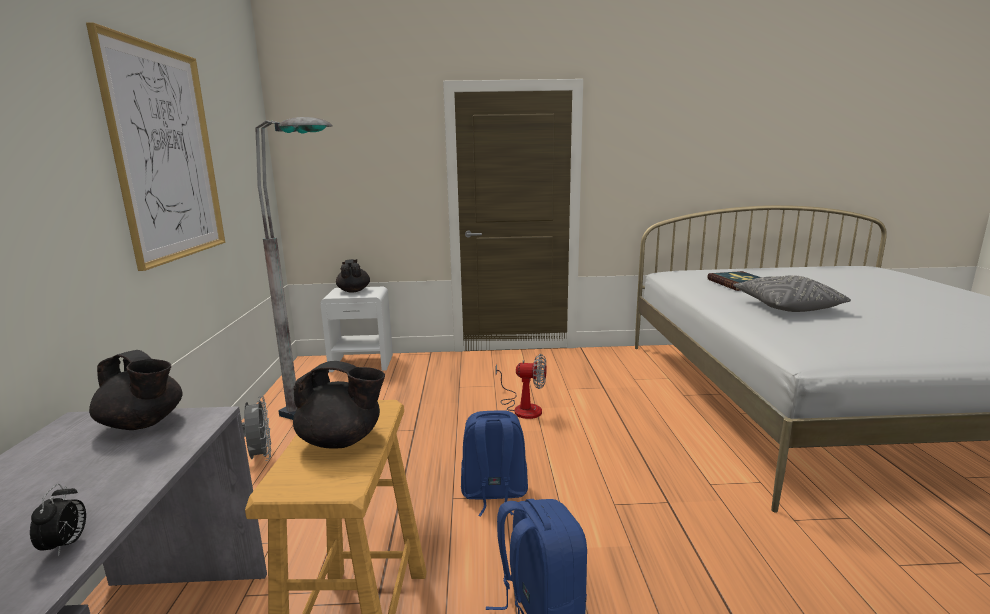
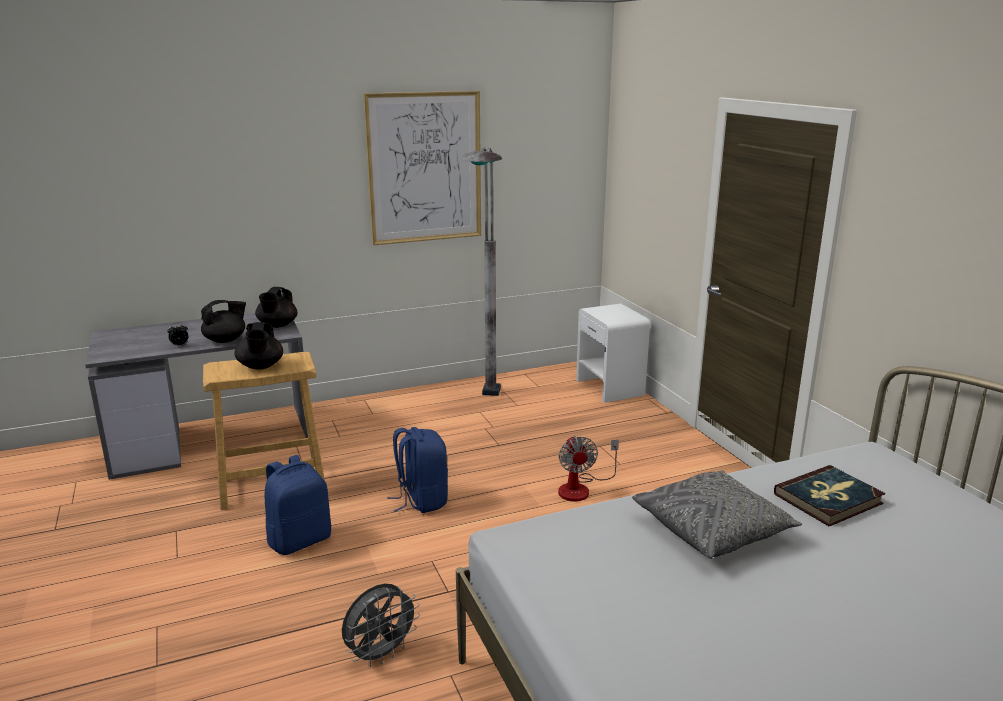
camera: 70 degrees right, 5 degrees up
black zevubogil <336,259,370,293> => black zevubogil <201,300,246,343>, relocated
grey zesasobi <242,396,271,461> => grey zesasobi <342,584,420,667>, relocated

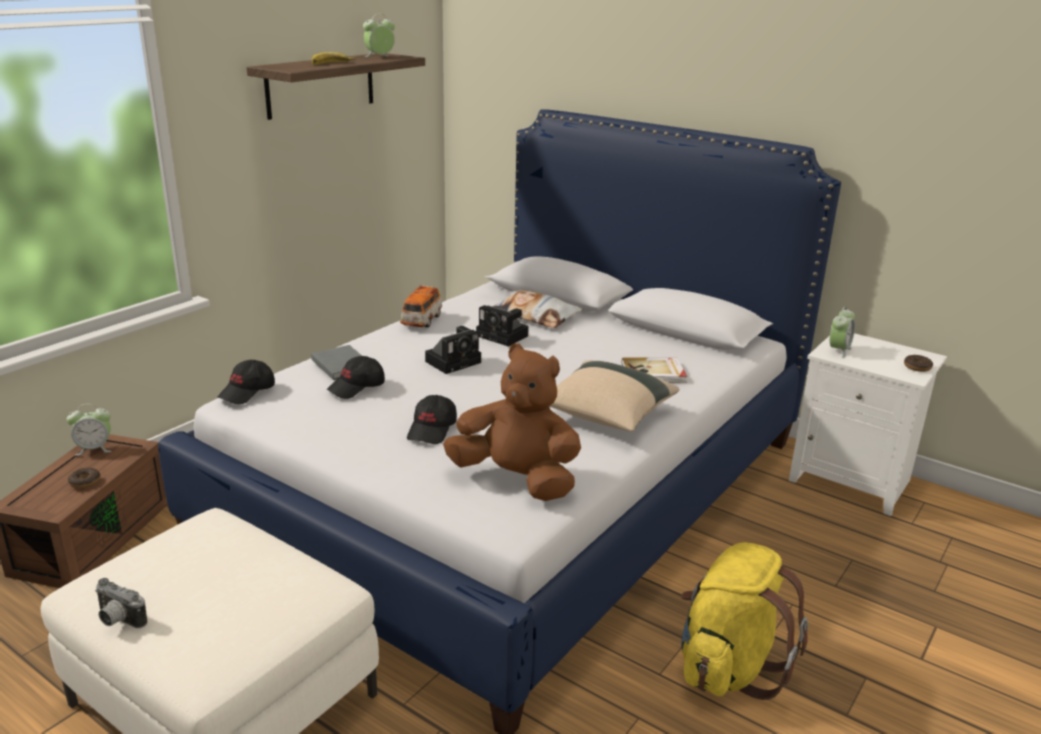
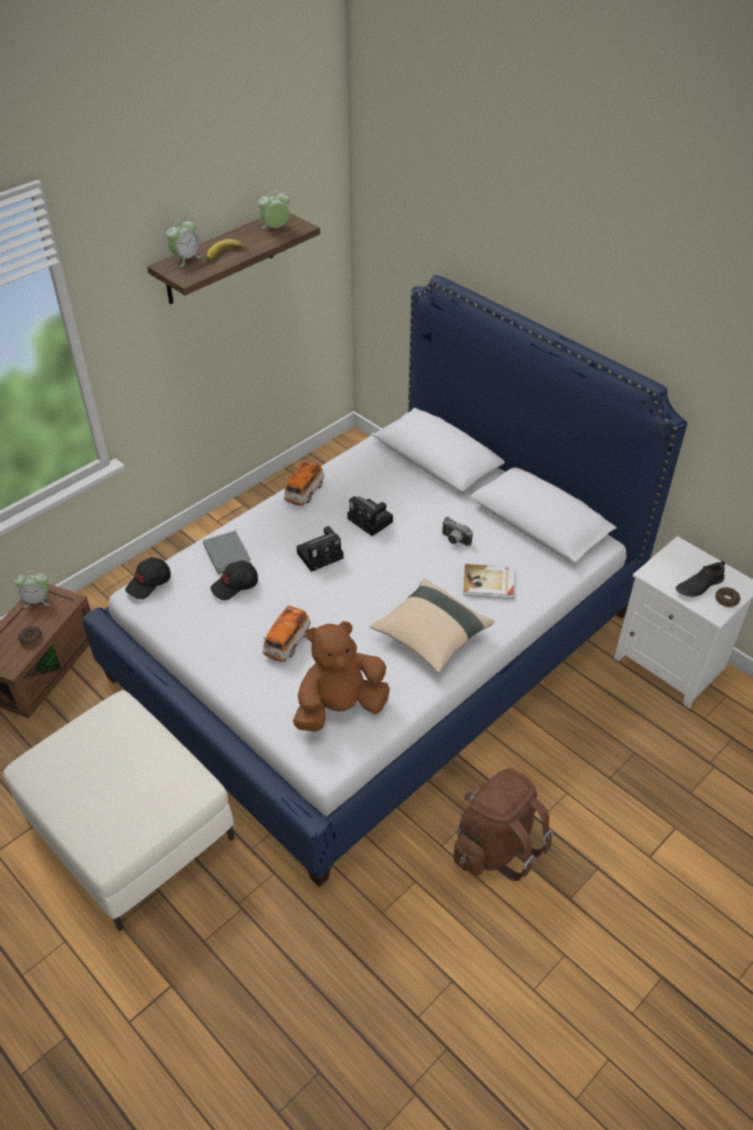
camera: 10 degrees right, 20 degrees up
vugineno <492,290,582,328> => nothing
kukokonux <830,306,855,358> => kukokonux <166,218,202,267>, relocated
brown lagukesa <443,344,581,501> => brown lagukesa <293,621,390,732>, 60 degrees counterclockwise
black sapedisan <407,395,457,444> => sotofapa <263,606,311,662>
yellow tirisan <681,543,808,700> => brown tirisan <453,768,553,881>
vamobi <95,578,147,628> => vamobi <442,517,473,546>, relocated
nothing => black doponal <675,561,725,597>

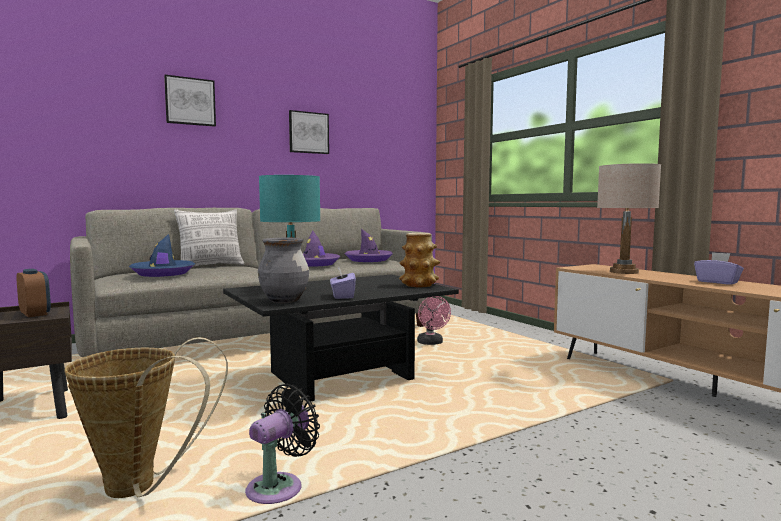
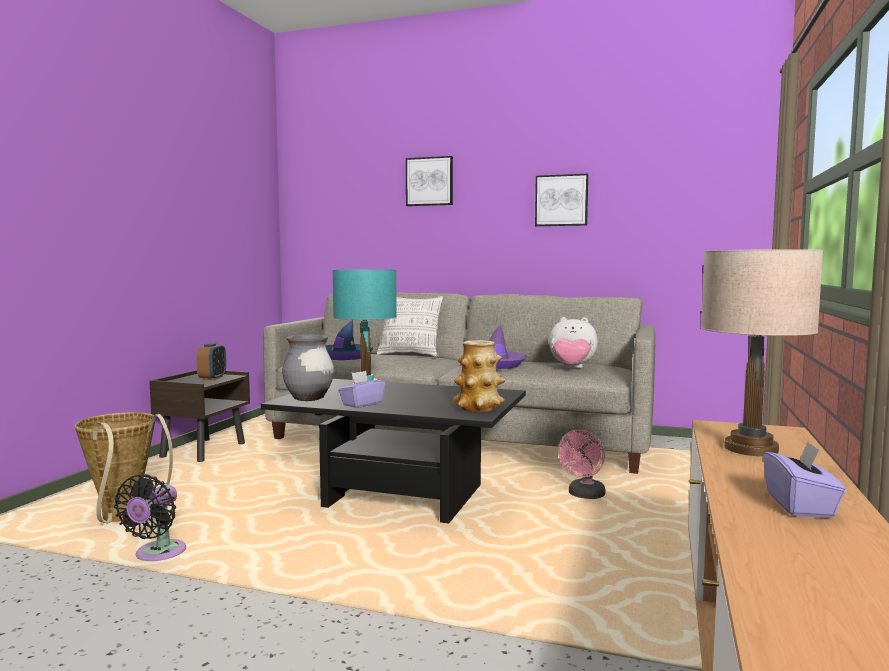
camera: 50 degrees right, 0 degrees up
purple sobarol <345,229,393,262> => lagukesa <549,317,598,368>
black zesasobi <245,384,320,504> => black zesasobi <114,474,186,561>, 105 degrees clockwise

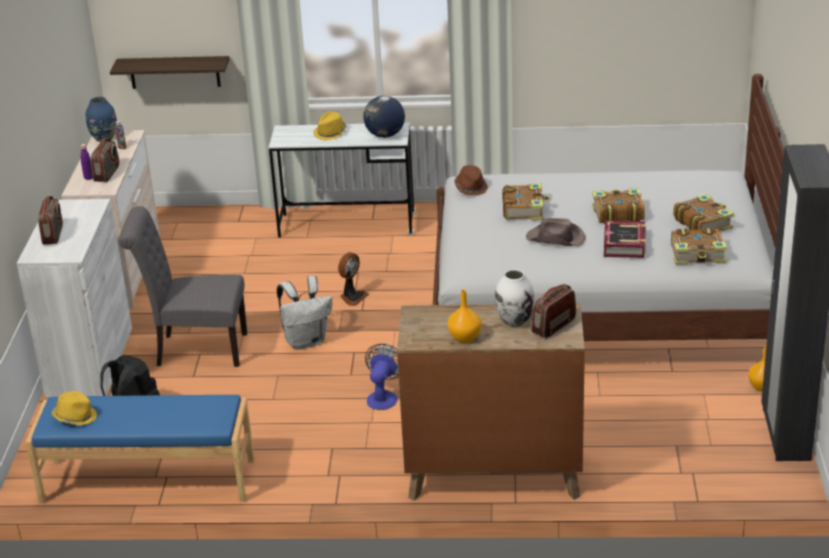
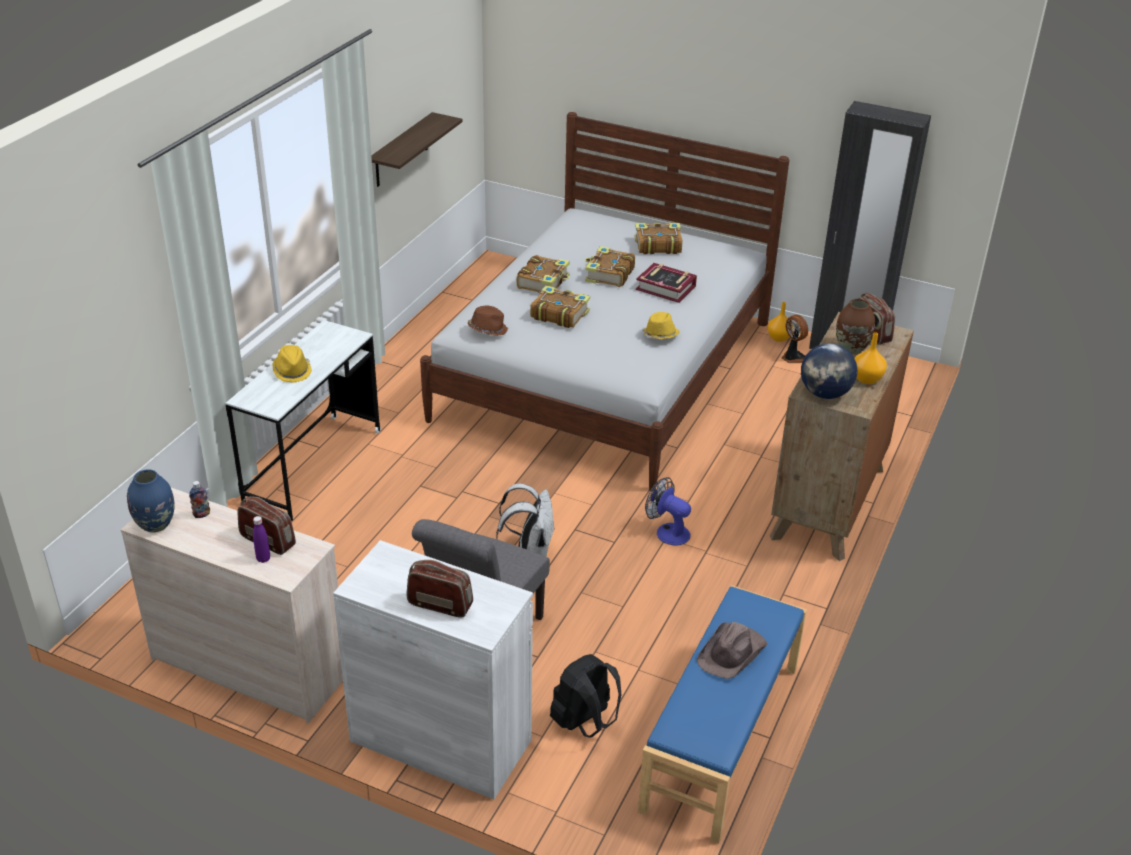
camera: 70 degrees left, 5 degrees up
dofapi <110,56,230,89> => dofapi <371,112,462,187>, relocated
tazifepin <363,96,405,138> => tazifepin <801,343,857,399>, relocated
brown sobarol <526,218,586,246> => brown sobarol <697,622,768,679>, relocated
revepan <671,228,727,265> => revepan <517,255,570,293>, relocated
zesasobi <338,252,369,306> => zesasobi <781,315,808,363>, relocated
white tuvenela <495,269,534,327> => brown tuvenela <836,299,875,354>
yellow sobarol <52,391,97,425> => yellow sobarol <642,312,680,339>, relocated

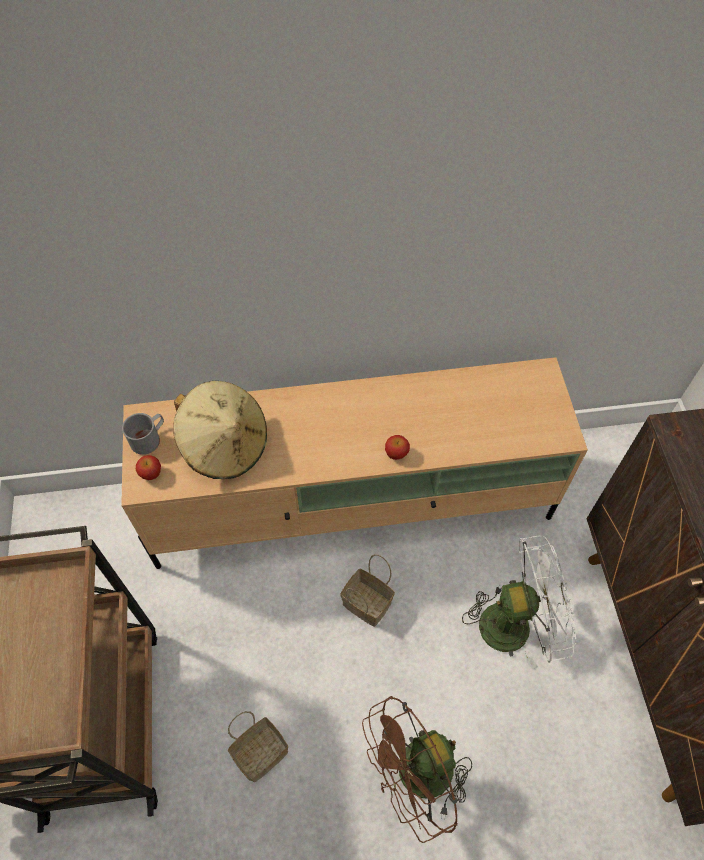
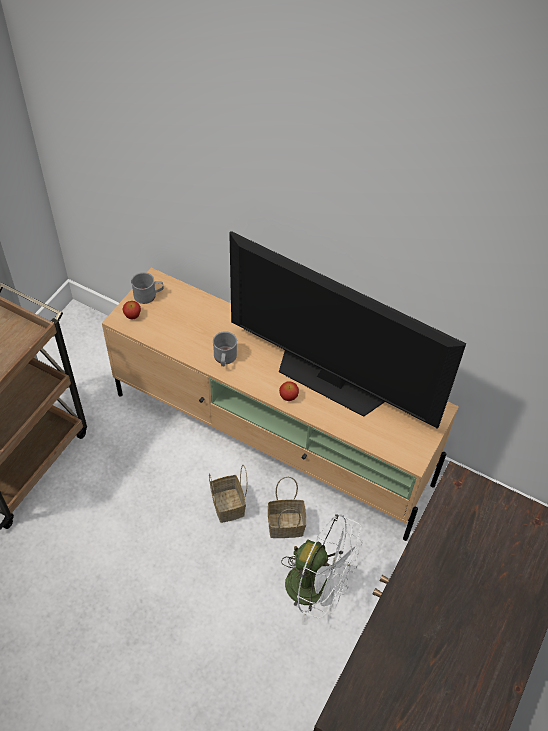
camera: 35 degrees right, 5 degrees down
beige sobarol <173,381,267,479> => nothing
brown zesasobi <362,696,472,843> => nothing
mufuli <228,711,288,782> => mufuli <268,477,306,538>, relocated
nothing => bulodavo <229,231,466,429>
nothing => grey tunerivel <213,331,237,366>

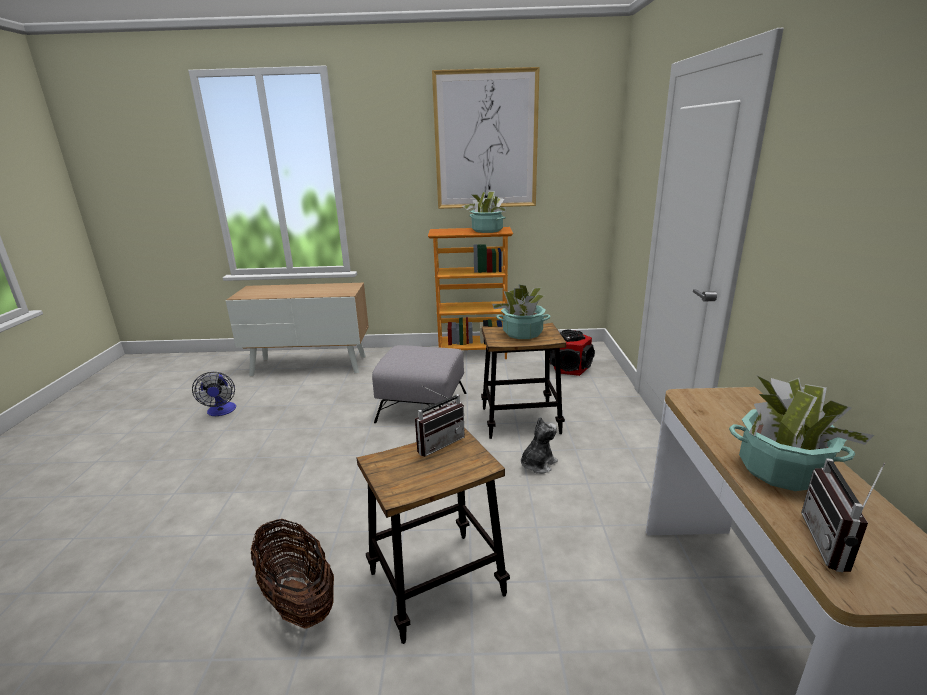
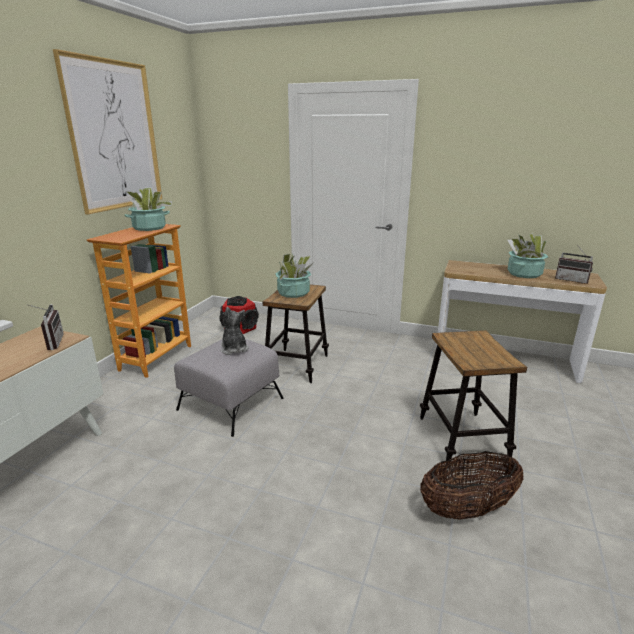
camera: 70 degrees left, 0 degrees up
zesasobi <192,372,236,416> => nothing
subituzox <415,385,465,457> => subituzox <29,304,64,350>, relocated
lagukesa <521,417,558,474> => lagukesa <220,307,248,355>, relocated

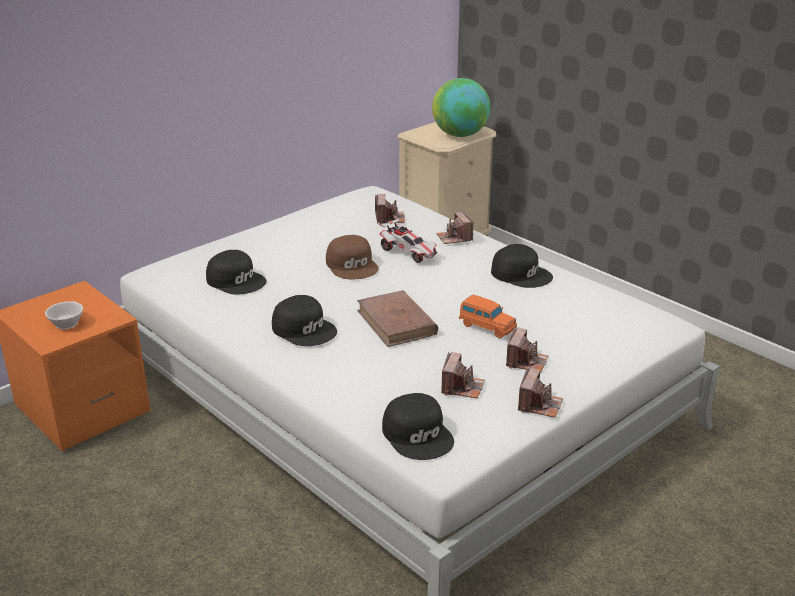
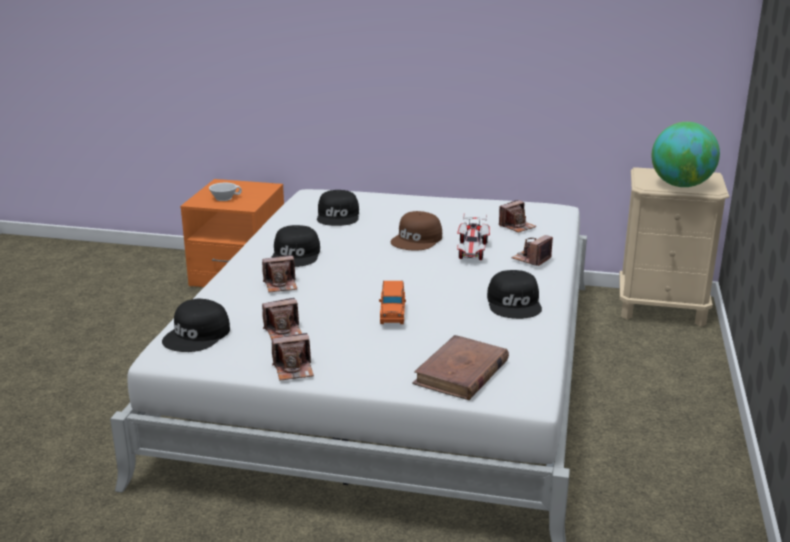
camera: 55 degrees right, 5 degrees down
brown revepan <357,290,438,347> => brown revepan <412,335,509,400>, relocated
vamobi <506,328,549,373> => vamobi <262,255,297,292>, relocated

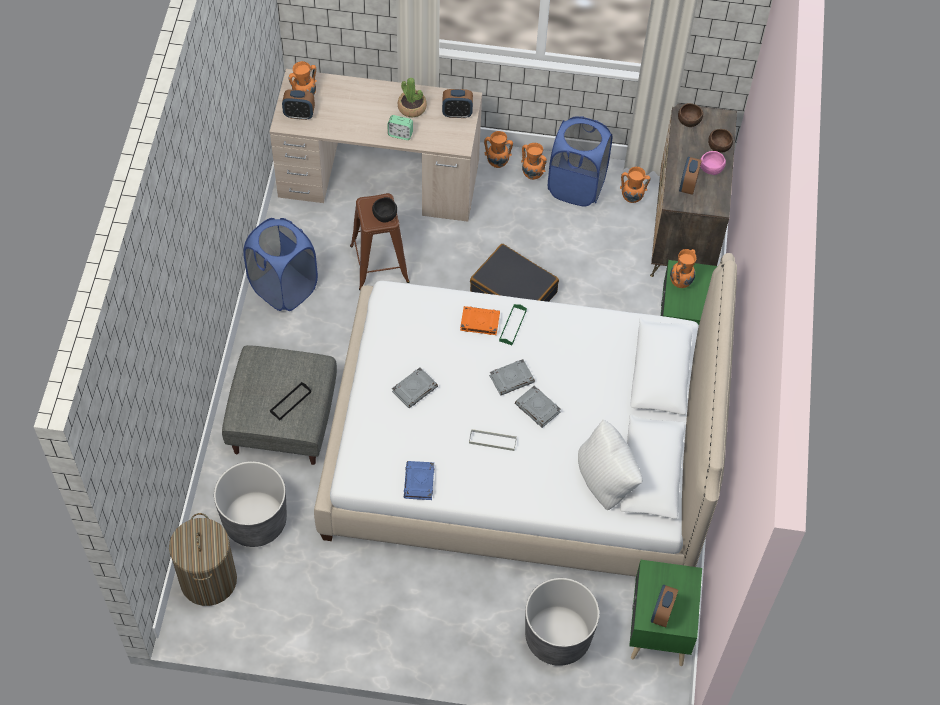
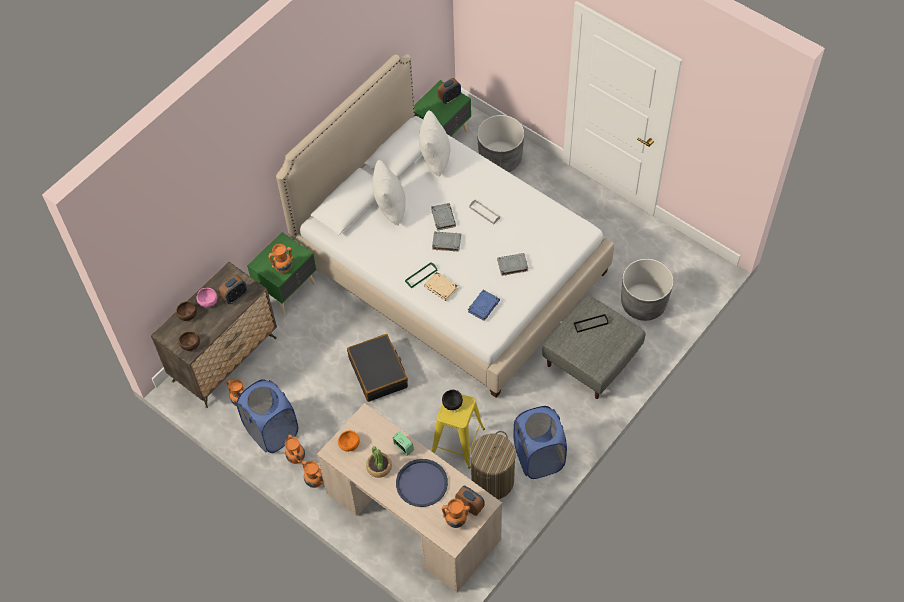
camera: 145 degrees left, 0 degrees up
kukokonux <442,89,473,118> => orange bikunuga <338,430,360,452>
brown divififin <350,193,410,290> => yellow divififin <432,394,485,468>
orange revepan <460,306,500,335> => beige revepan <424,272,458,301>
blue revepan <404,461,434,500> => blue revepan <468,290,500,321>, relocated
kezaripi <169,513,237,606> => kezaripi <471,431,516,499>, relocated
nothing => white vugineno <372,160,405,226>
nothing => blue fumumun <396,459,448,507>

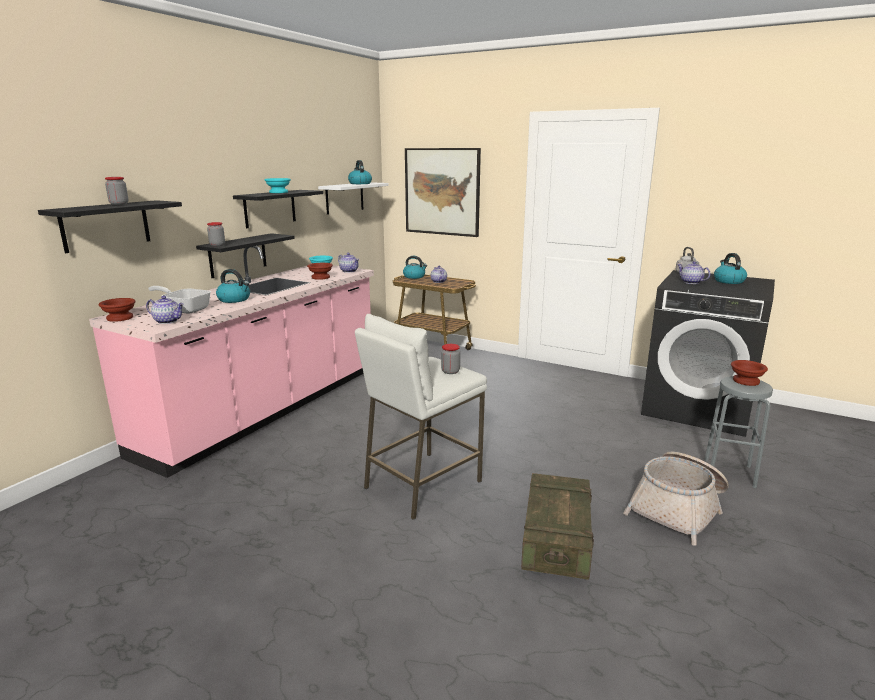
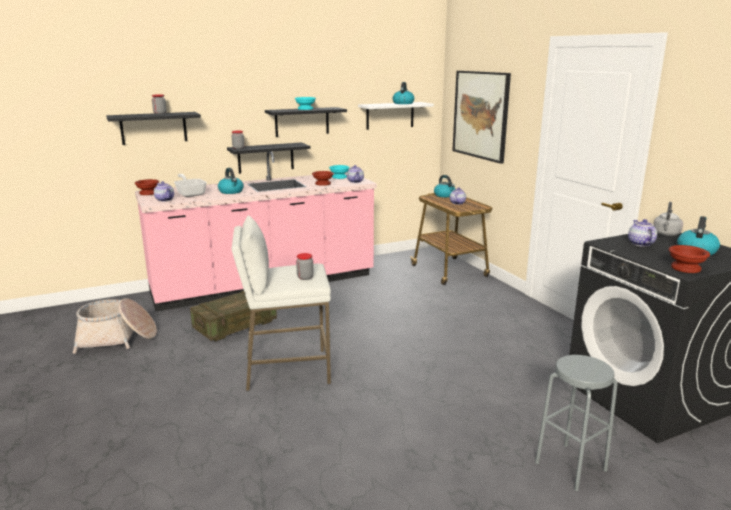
camera: 35 degrees right, 0 degrees up
brown bikunuga <731,360,768,386> => brown bikunuga <669,245,710,273>, relocated
mufuli <623,452,729,545> => mufuli <73,298,157,354>, relocated
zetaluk <521,473,594,580> => zetaluk <190,291,277,342>, relocated

